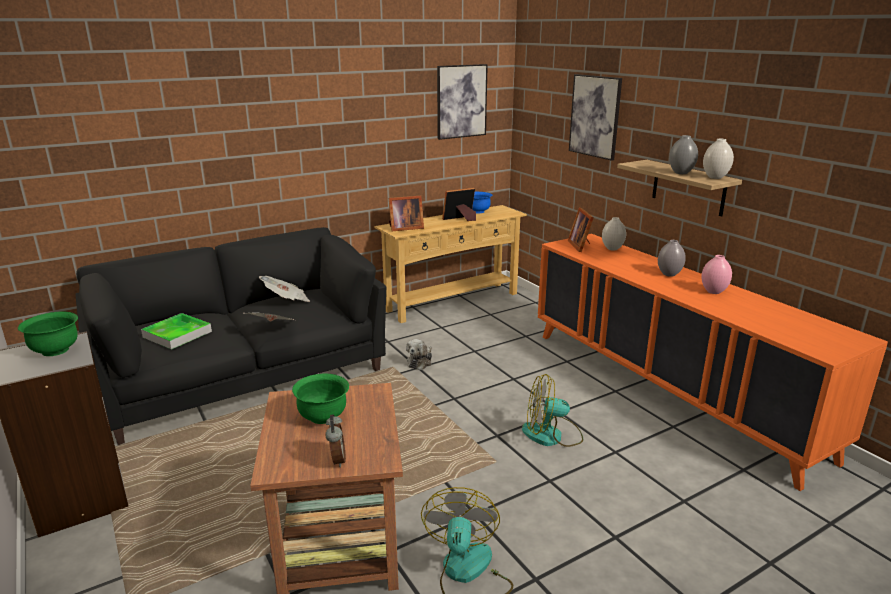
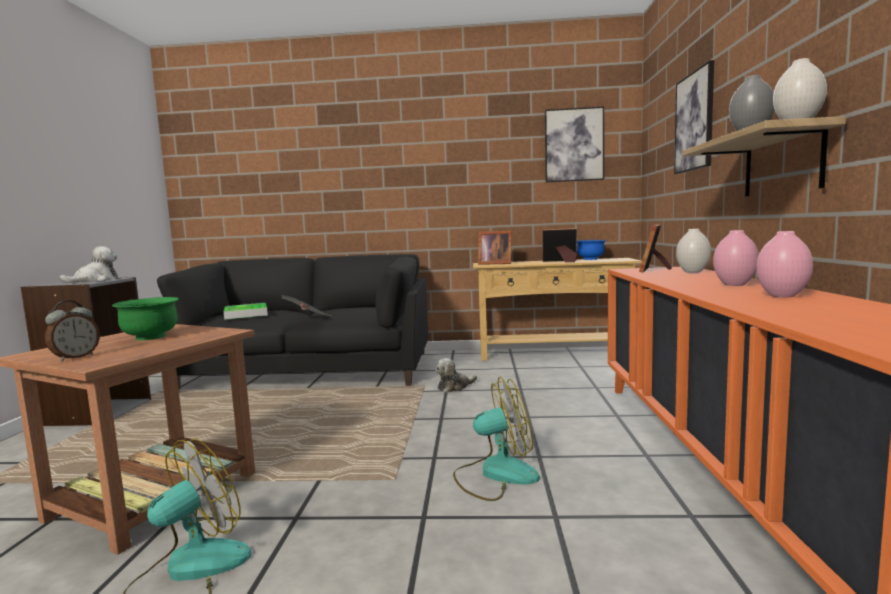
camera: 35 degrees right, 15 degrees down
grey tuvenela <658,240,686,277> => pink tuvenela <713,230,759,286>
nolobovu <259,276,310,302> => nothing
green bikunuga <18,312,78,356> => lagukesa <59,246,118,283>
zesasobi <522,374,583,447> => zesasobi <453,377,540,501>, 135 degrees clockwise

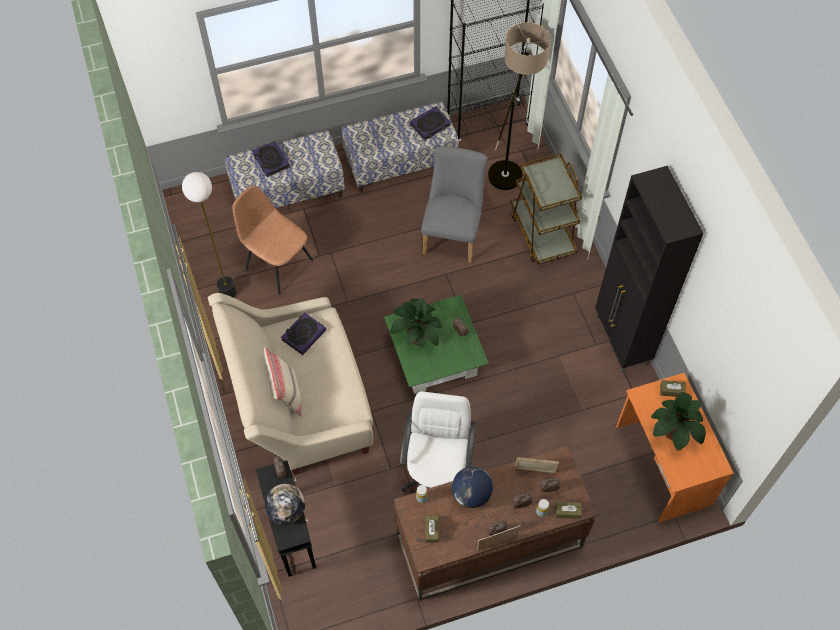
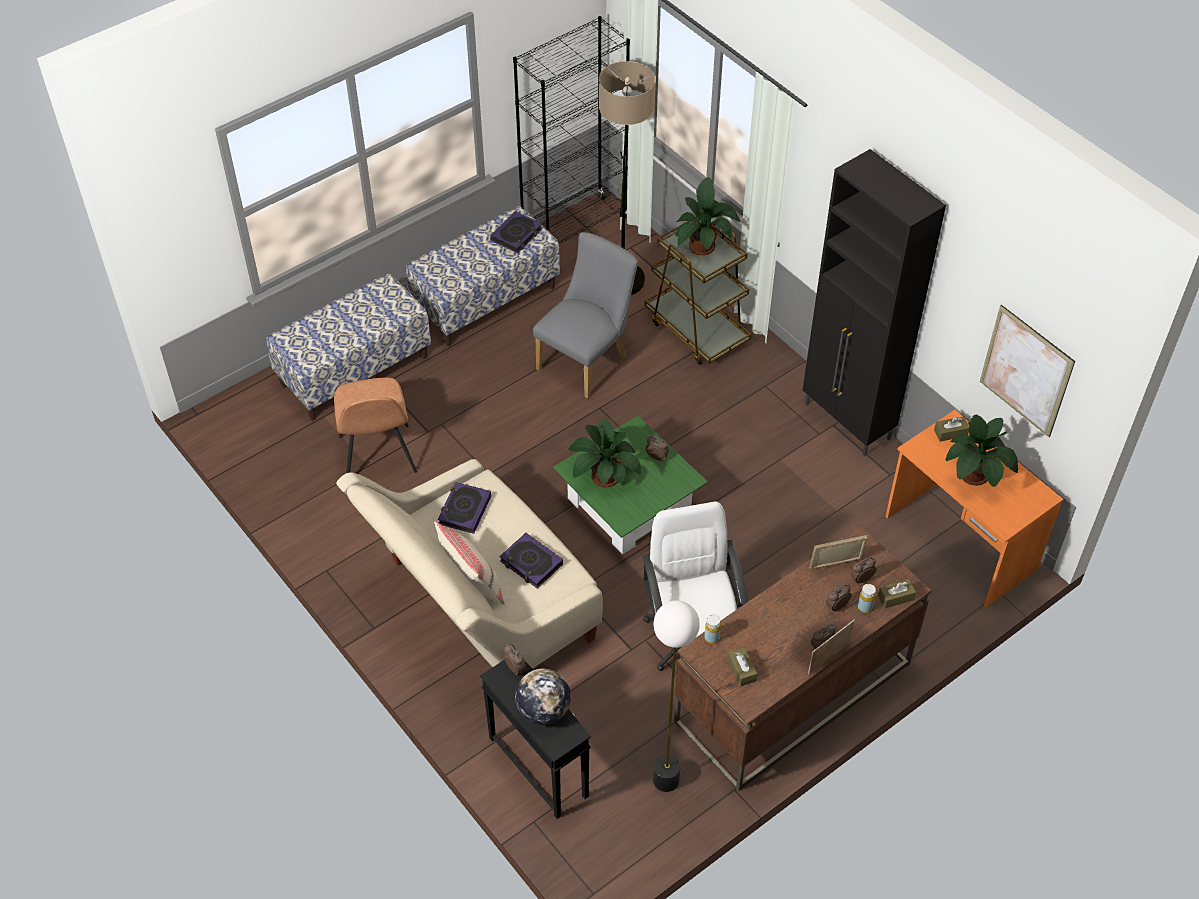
camera: 20 degrees left, 10 degrees down
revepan <252,141,290,177> => revepan <499,533,563,588>, relocated
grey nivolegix <421,147,488,263> => grey nivolegix <533,232,638,398>, 45 degrees clockwise
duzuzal <182,172,237,298> => duzuzal <653,600,700,792>, relocated
brown nivolegix <232,185,313,295> => brown nivolegix <334,377,417,473>, 120 degrees counterclockwise
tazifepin <452,467,493,508> => nothing
nothing => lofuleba <675,177,740,255>
nothing => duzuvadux <980,305,1075,437>

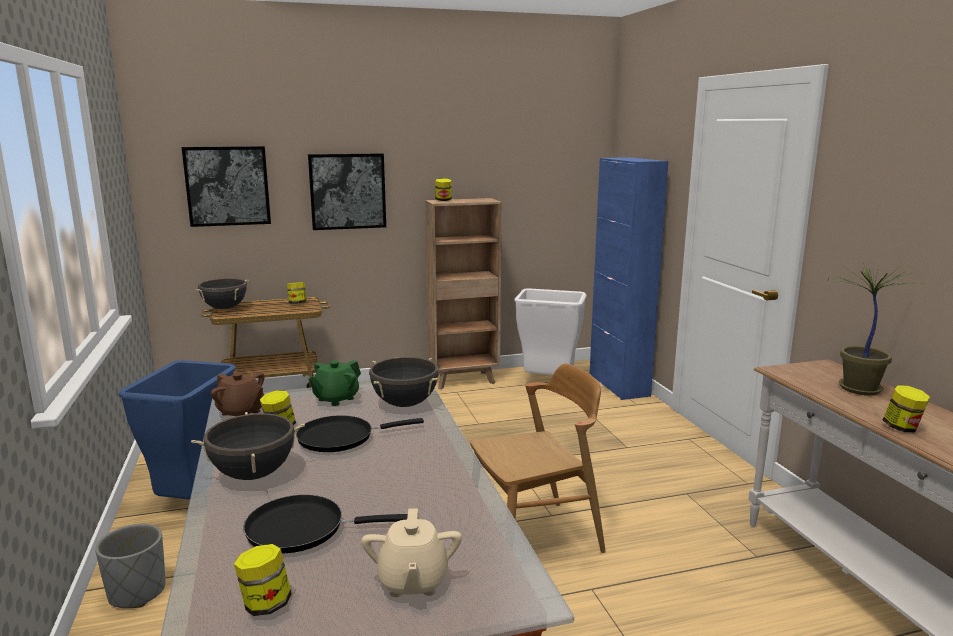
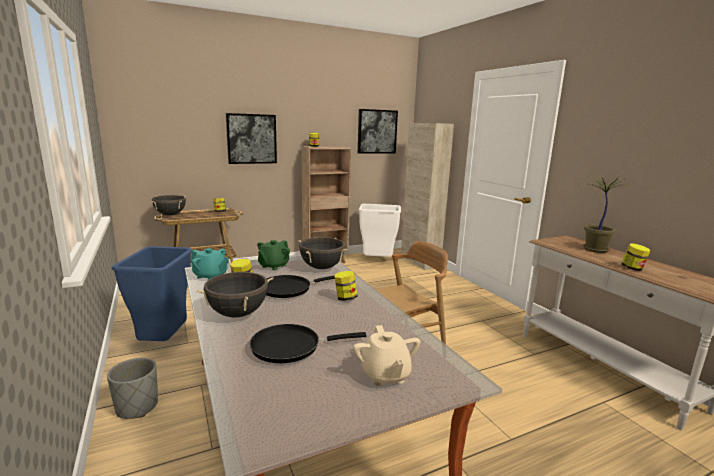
camera: 10 degrees left, 0 degrees up
duzuvadux <182,146,271,227> => duzuvadux <358,109,398,154>, relocated
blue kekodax <590,157,668,400> => beige kekodax <401,123,454,270>
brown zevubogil <211,372,265,417> => turquoise zevubogil <191,248,229,280>
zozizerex <234,544,292,616> => zozizerex <334,271,358,301>, relocated

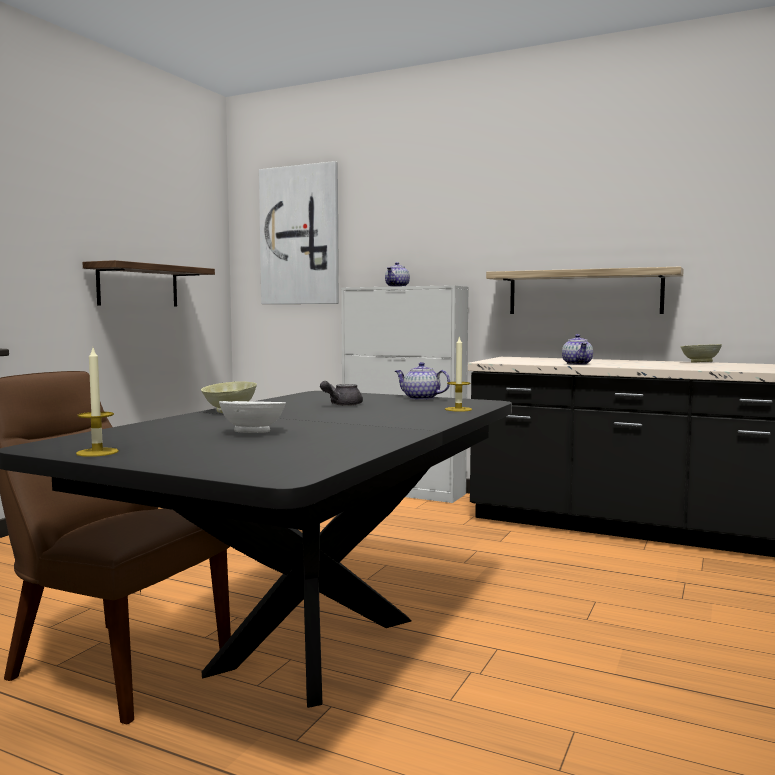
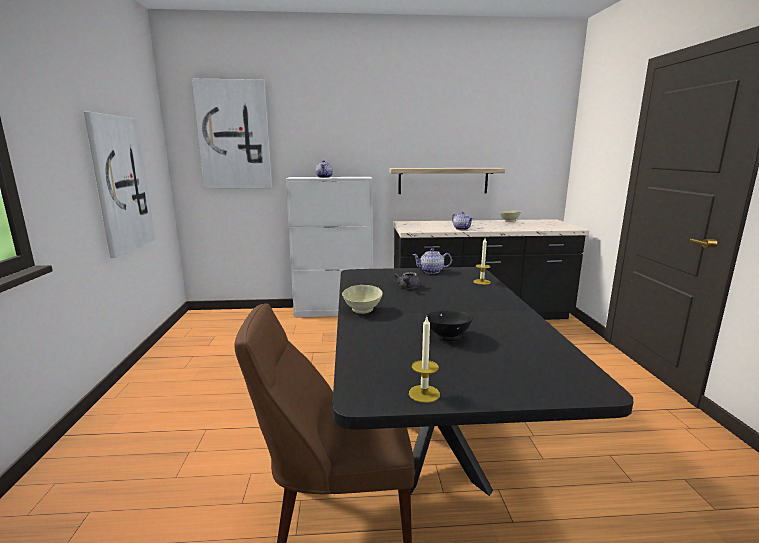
camera: 30 degrees left, 10 degrees up
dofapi <83,260,215,306> => duzuvadux <84,112,155,258>
white bikunuga <219,401,286,433> => black bikunuga <425,310,473,341>

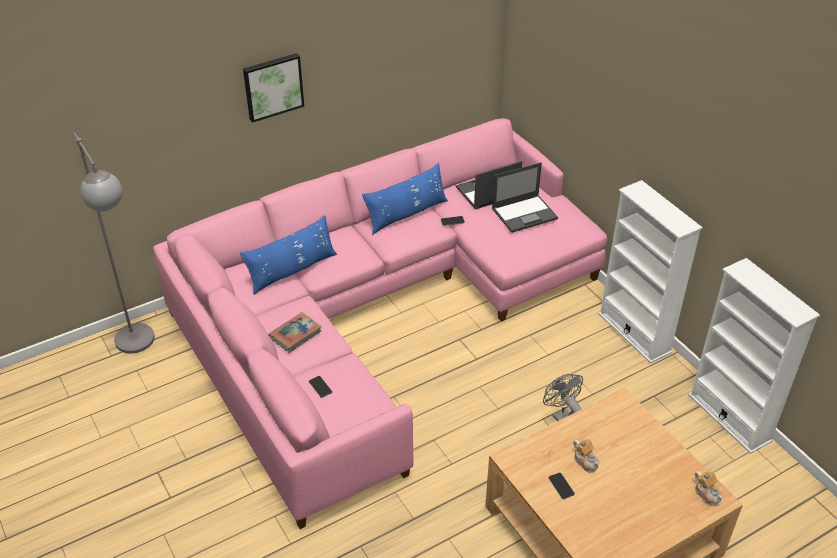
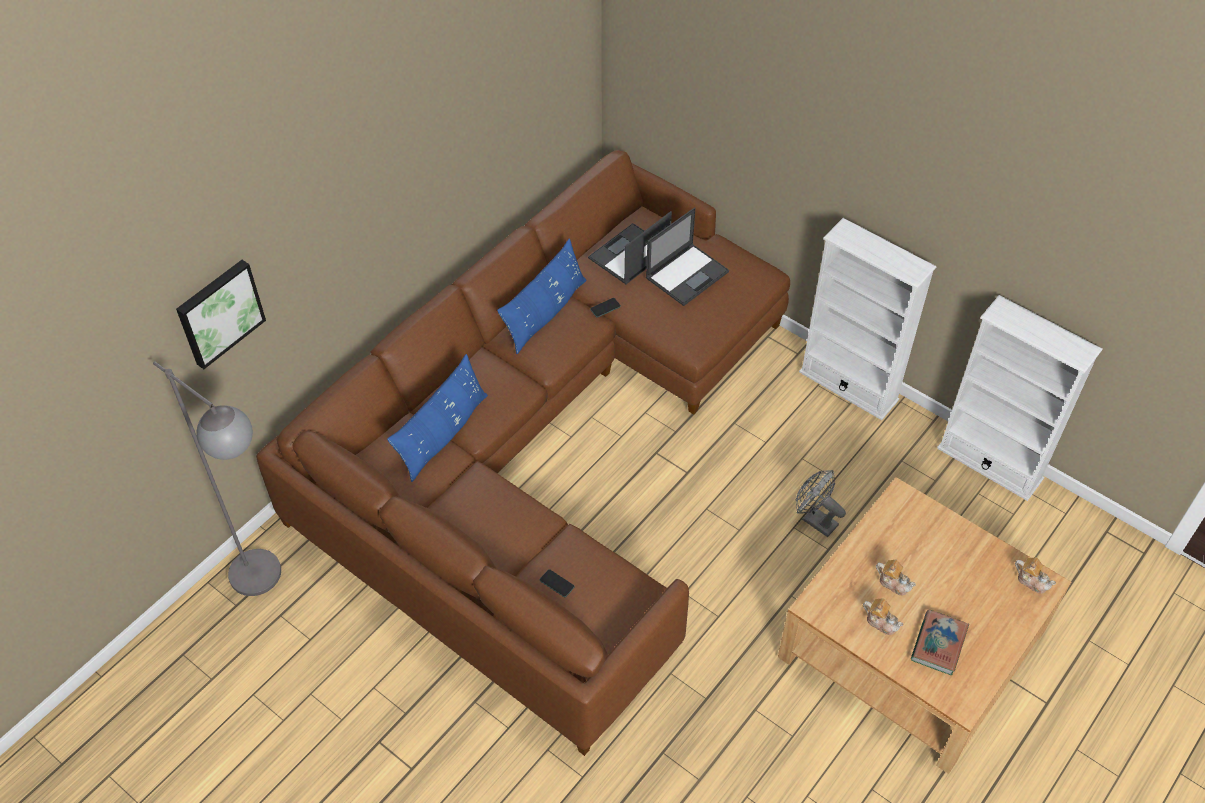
camera: 20 degrees left, 10 degrees up
duzuvadux <243,53,304,123> => duzuvadux <176,260,266,369>, relocated
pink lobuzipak <153,118,607,529> => brown lobuzipak <256,150,790,756>
revepan <269,312,321,353> => revepan <911,610,969,675>, relocated
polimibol <548,473,575,499> => zevubogil <863,598,903,635>

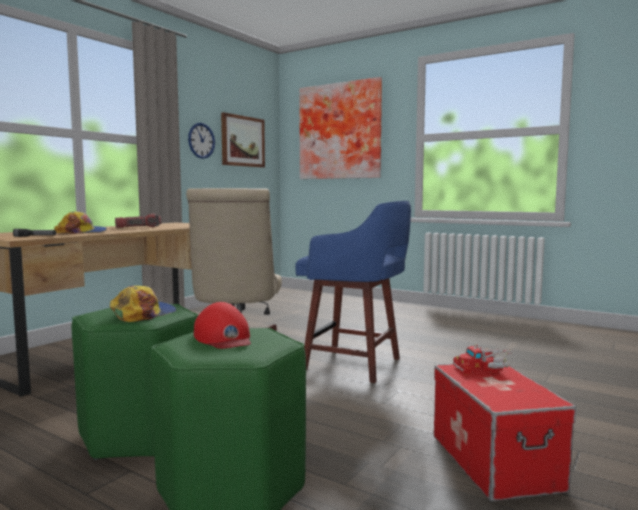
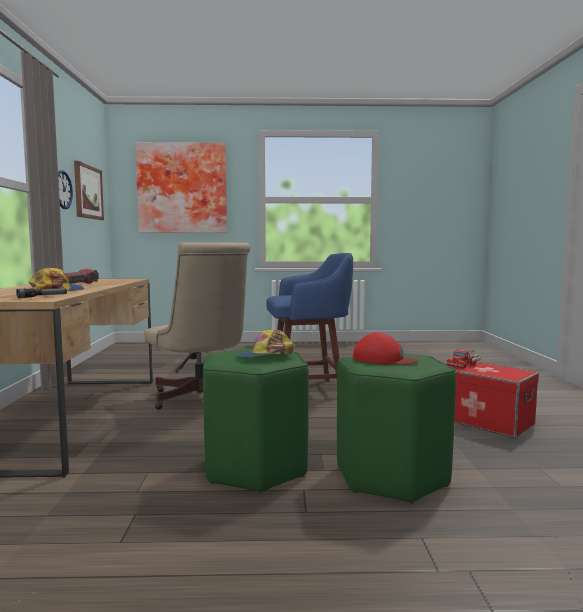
camera: 35 degrees left, 0 degrees up
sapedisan <110,286,176,322> => sapedisan <236,330,296,357>, 105 degrees counterclockwise

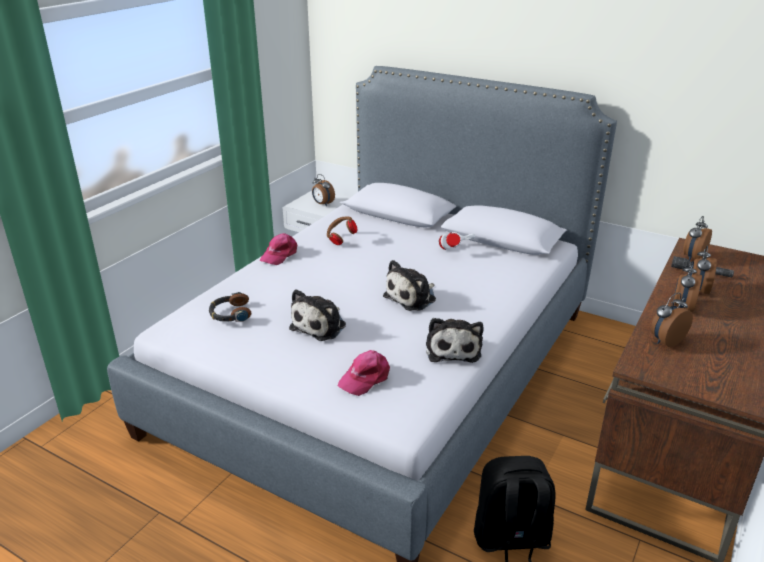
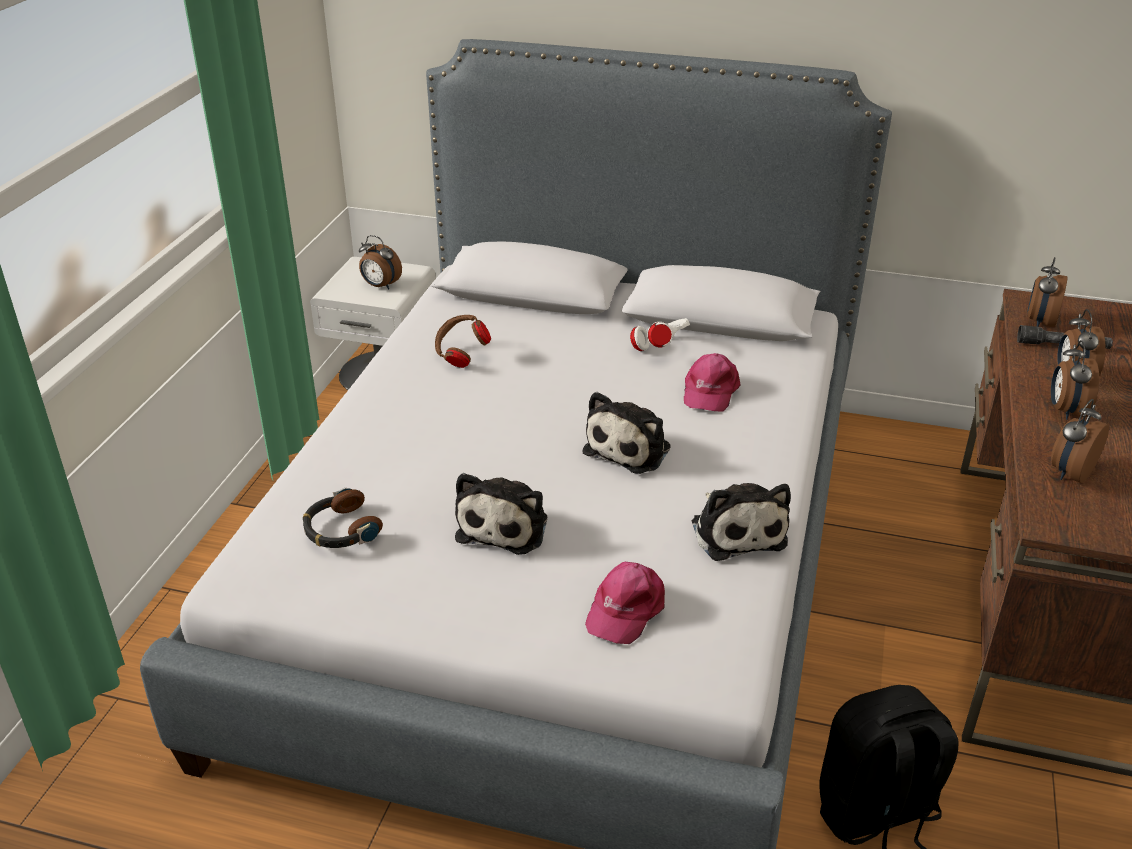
camera: 15 degrees left, 5 degrees up
pink sapedisan <260,233,297,265> => pink sapedisan <684,353,741,412>, relocated

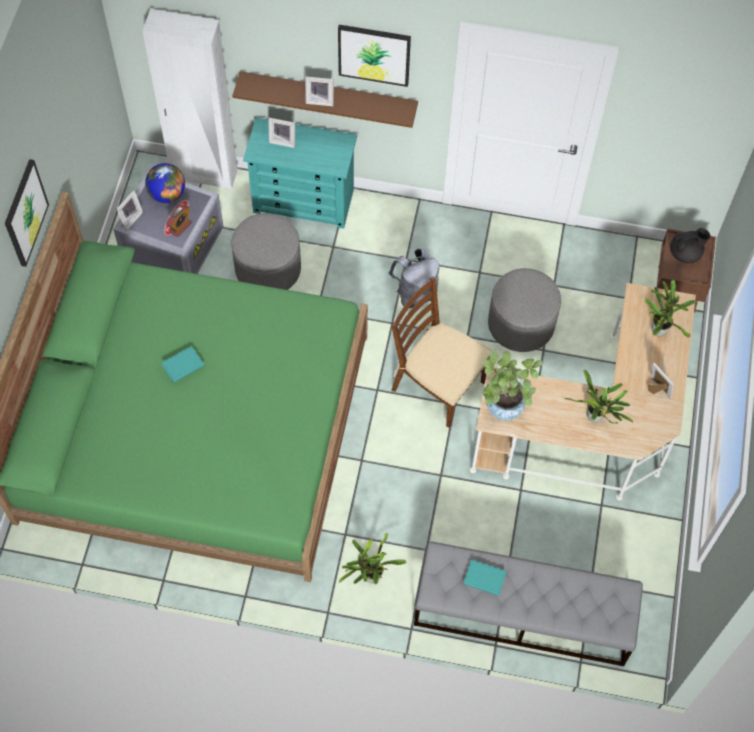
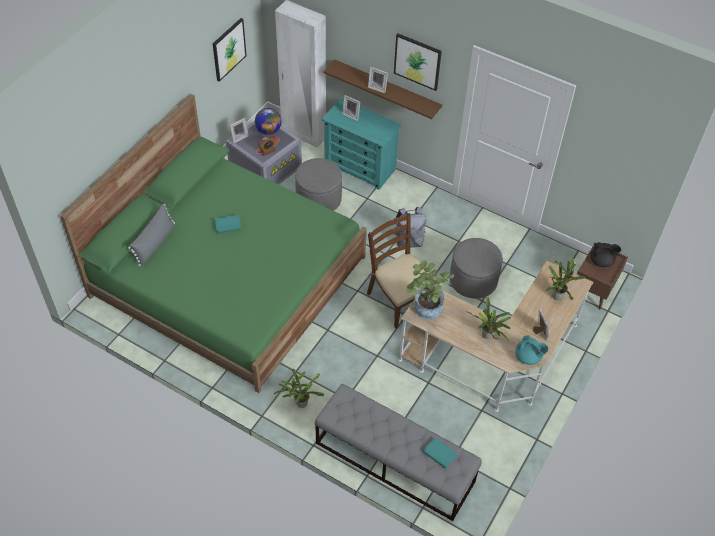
camera: 20 degrees right, 10 degrees down
duzuvadux <5,159,49,267> => duzuvadux <213,18,247,82>, relocated
turquoise revepan <463,560,507,596> => turquoise revepan <423,438,457,469>, relocated
nothing => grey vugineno <128,204,175,266>
nothing => turquoise zevubogil <515,335,548,365>

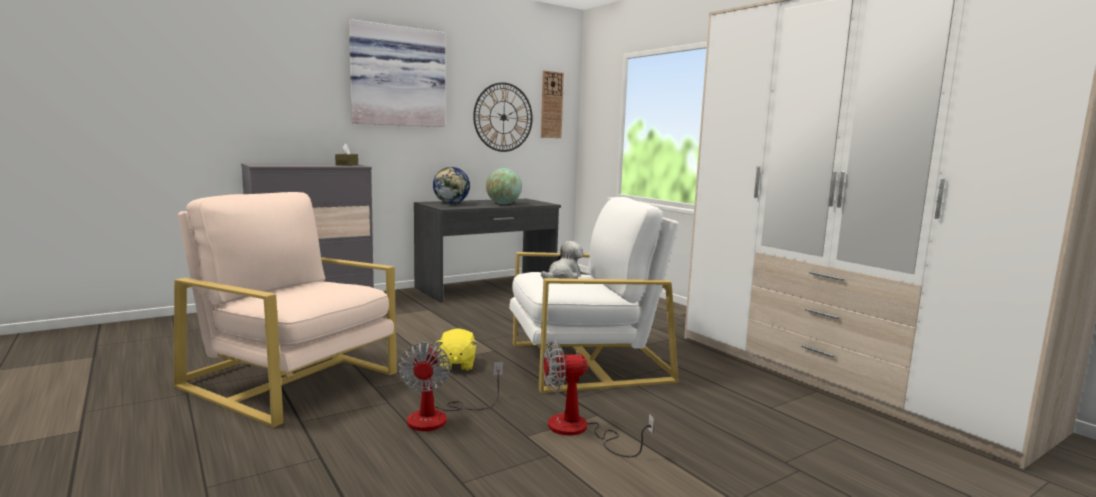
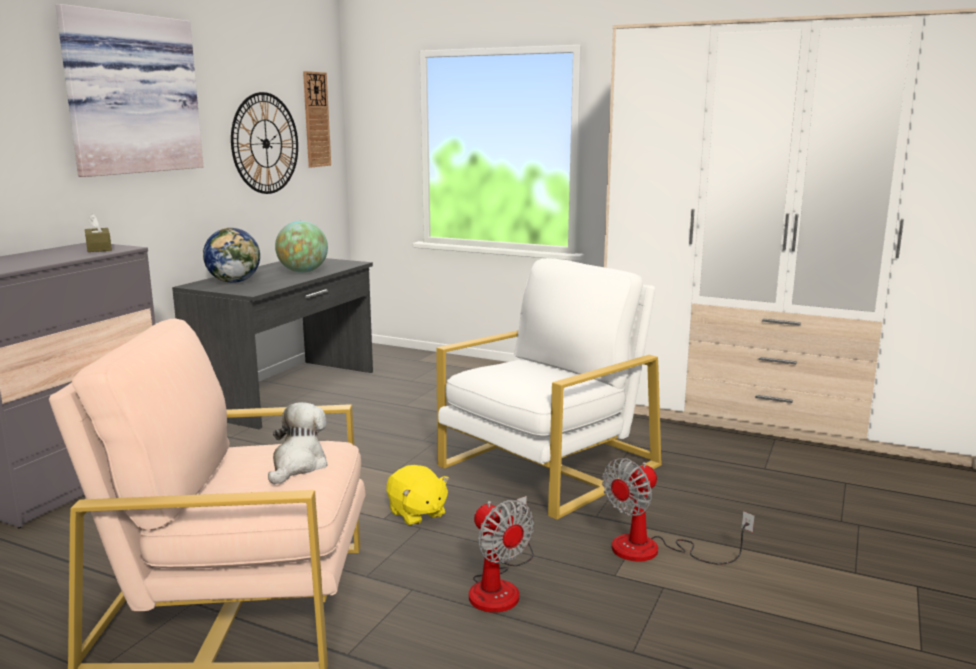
camera: 30 degrees left, 5 degrees up
lagukesa <541,241,583,279> => lagukesa <268,402,328,485>, relocated

